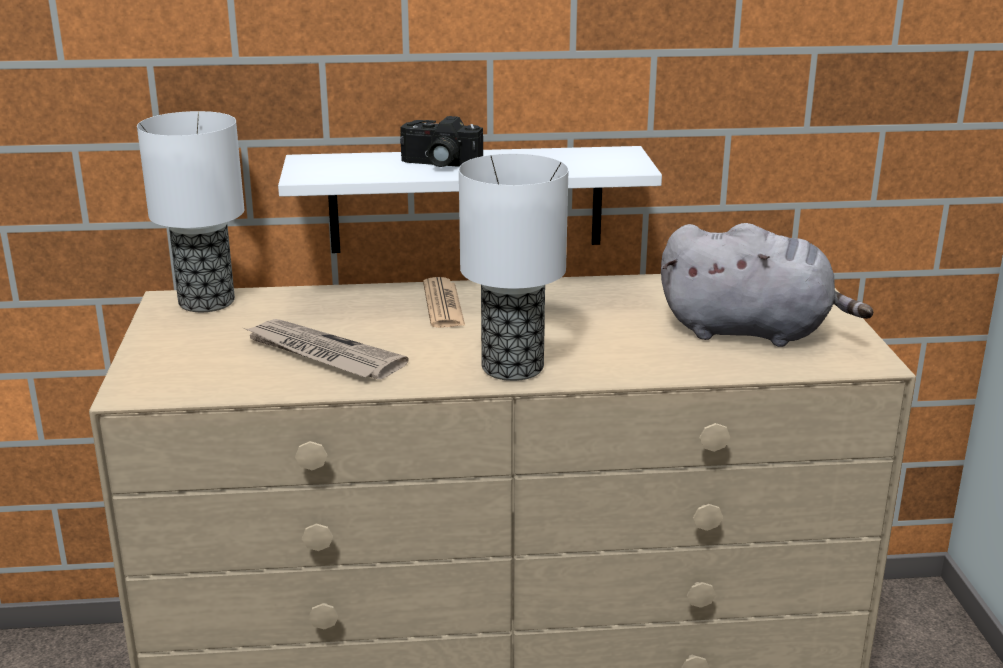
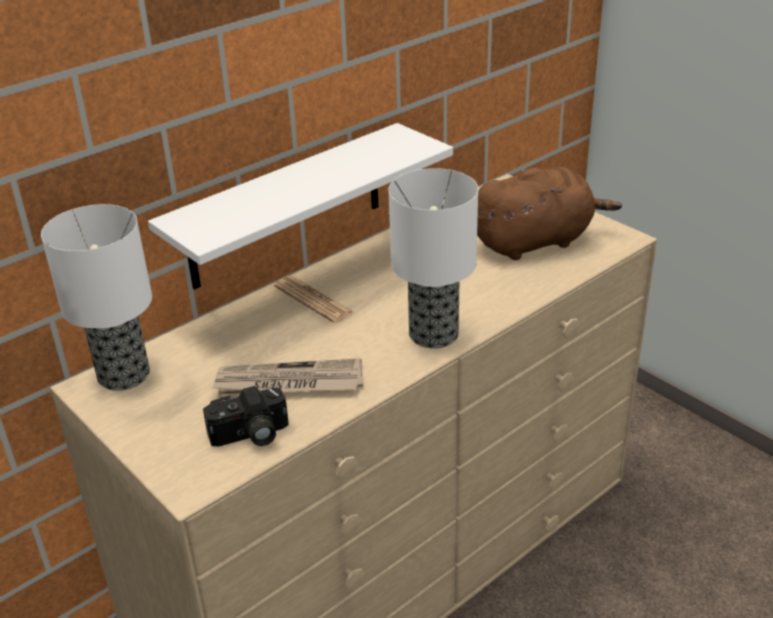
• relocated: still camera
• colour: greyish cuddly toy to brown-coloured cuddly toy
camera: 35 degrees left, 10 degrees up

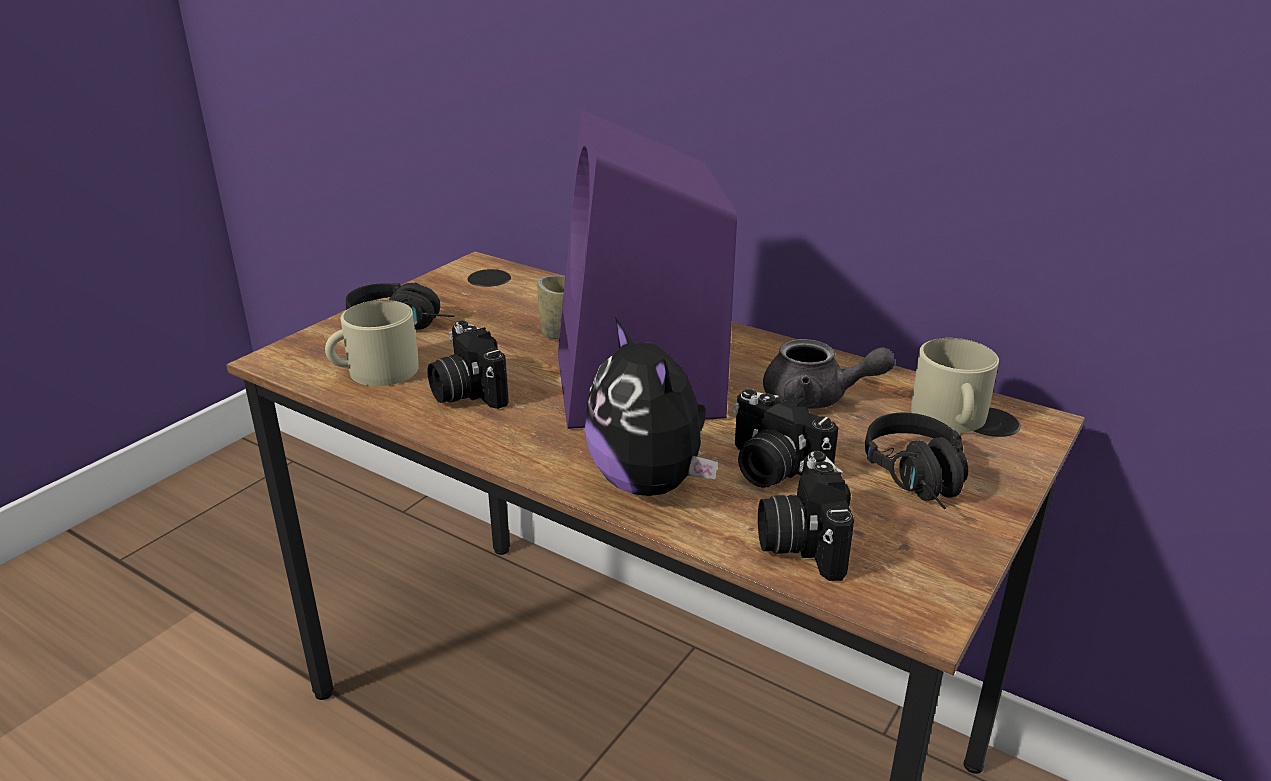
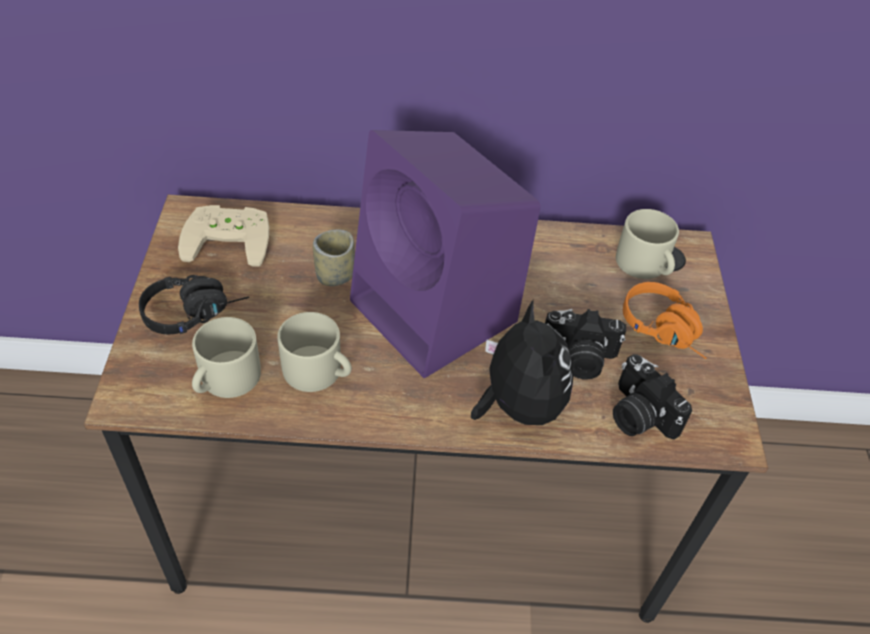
• missing: greyish teapot
• appeared: sand-coloured joypad
• exchanged: still camera (no. 1 from left) to sand-coloured tea mug (no. 2 from left)
• colour: blackish pair of headphones (no. 2 from left) to orange-coloured pair of headphones
• spun: cuddly toy 135 degrees counterclockwise
camera: 35 degrees left, 20 degrees up

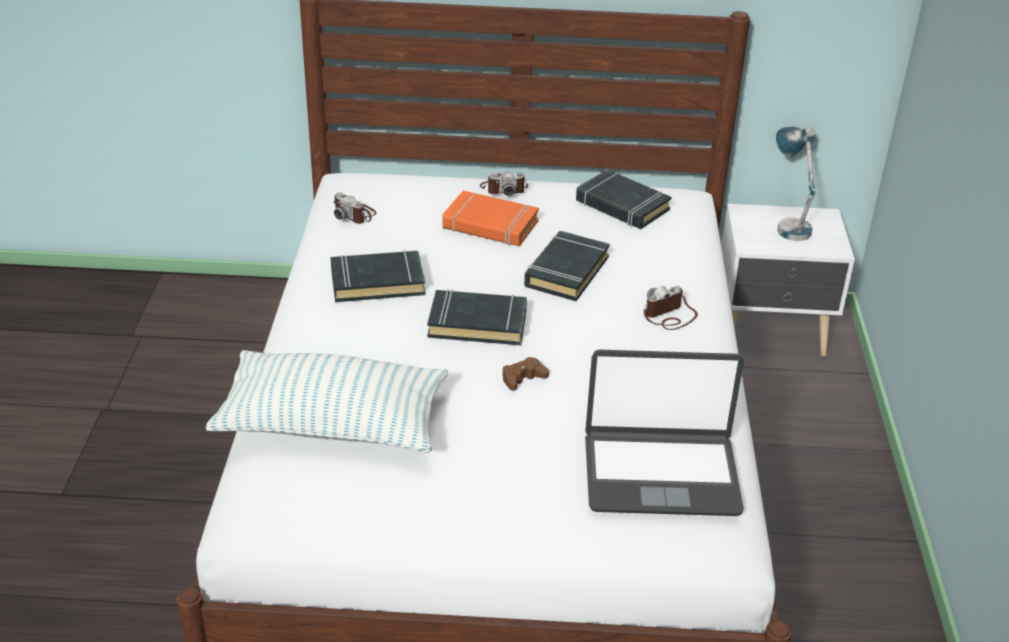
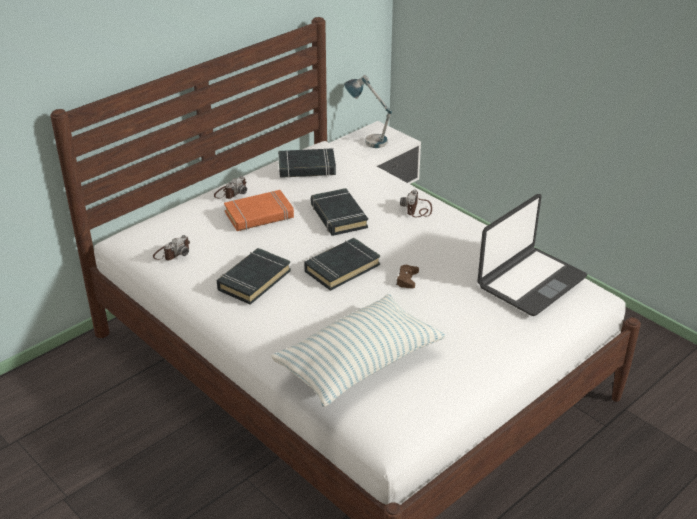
• spun: still camera (no. 1 from left) 45 degrees counterclockwise
camera: 45 degrees left, 0 degrees up

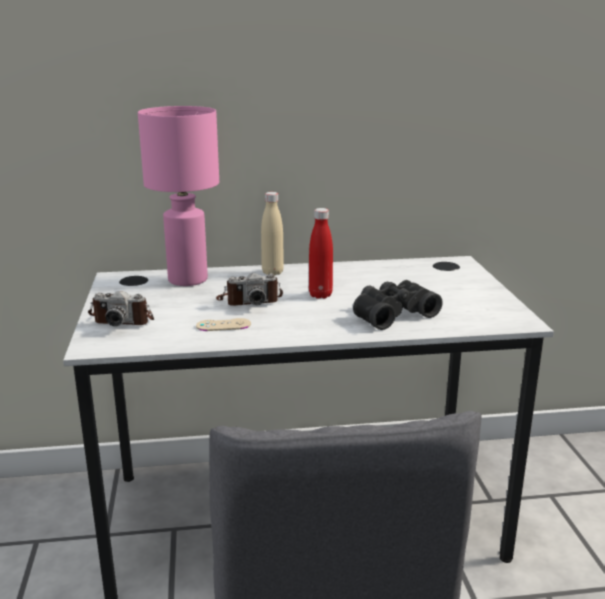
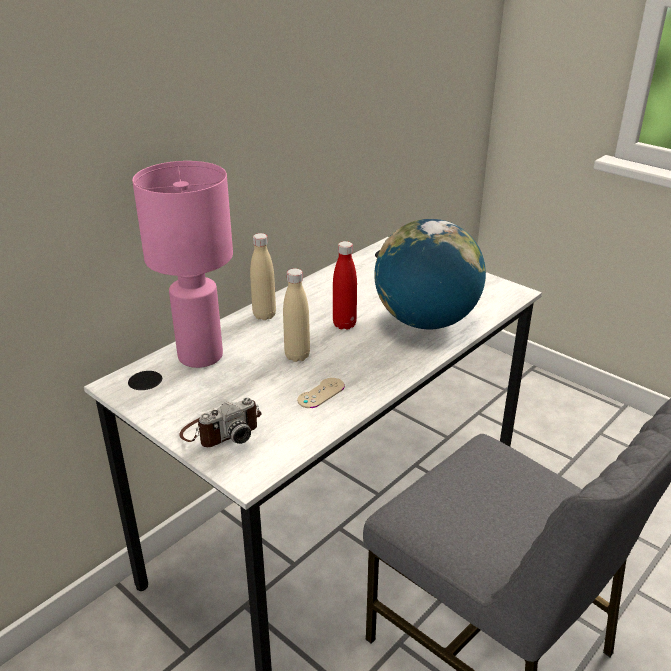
• exchanged: still camera (no. 2 from left) to sand-coloured bottle (no. 2 from left)
• exchanged: blackish binoculars to desk globe
camera: 40 degrees left, 10 degrees up

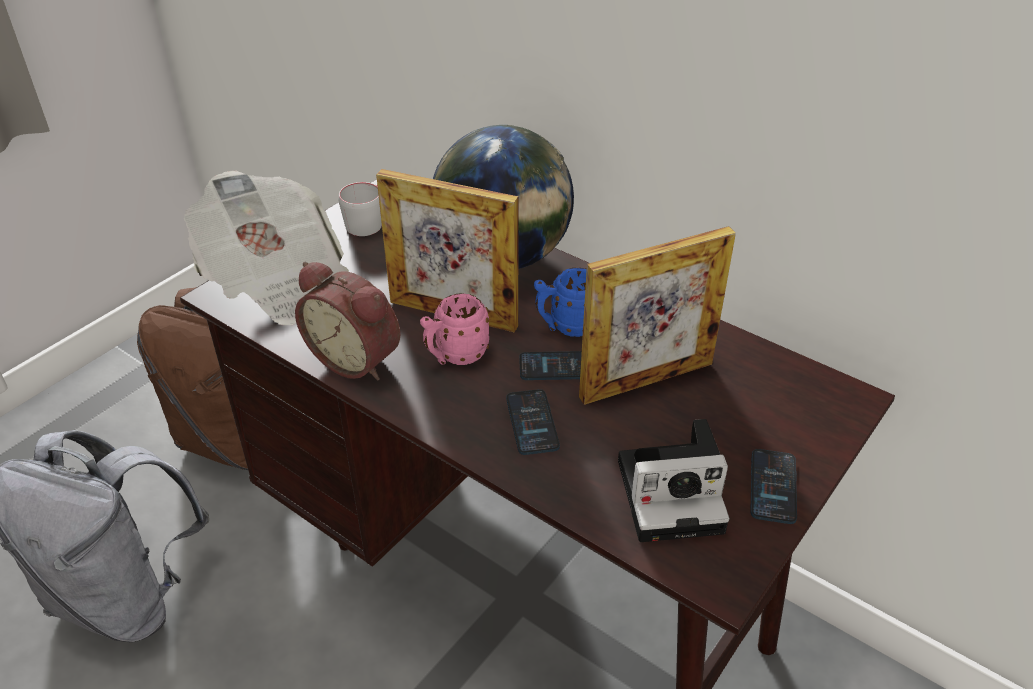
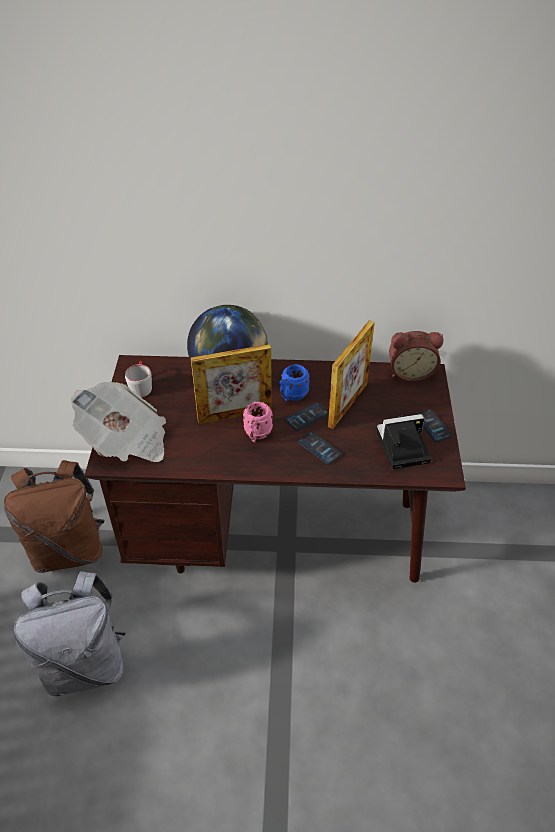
• relocated: bedside clock
• spun: still camera 150 degrees counterclockwise
camera: 35 degrees left, 5 degrees up

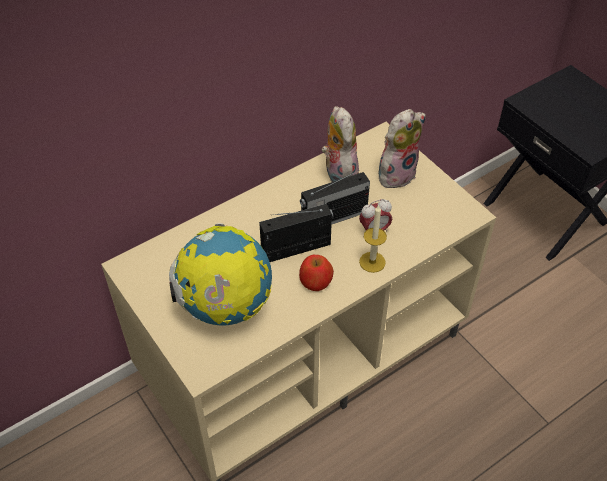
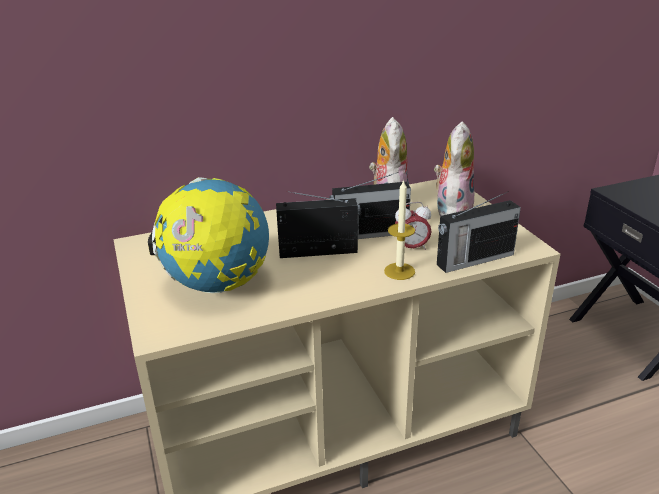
• missing: whole apple
• appeared: radio set (no. 3 from left)
• spun: cuddly toy (no. 2 from left) 45 degrees counterclockwise
camera: 15 degrees right, 20 degrees down

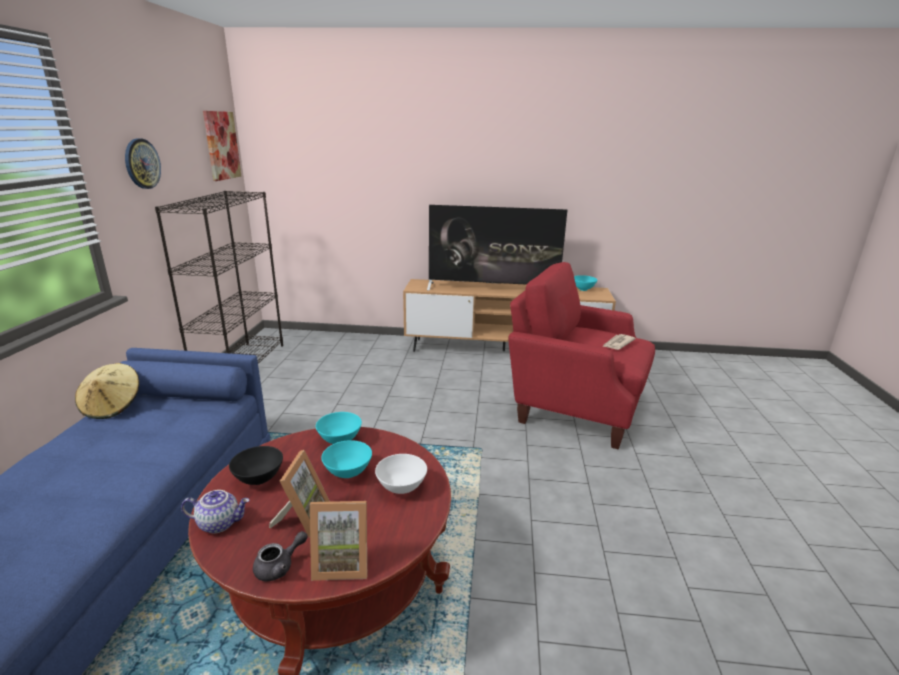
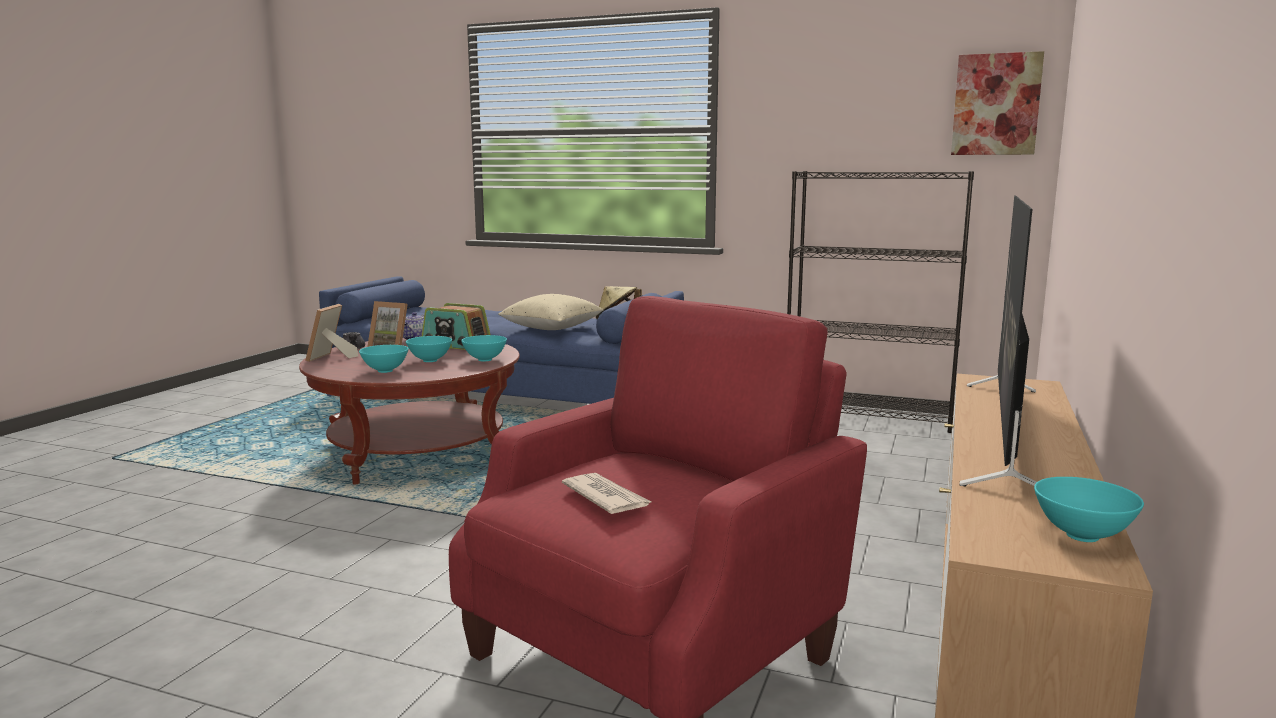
• missing: clock on the wall
• appeared: sand-coloured throw pillow
• exchanged: blackish deep dish to radio set
• colour: white-coloured deep dish to turquoise-coloured deep dish (no. 1 from left)
camera: 105 degrees right, 10 degrees down

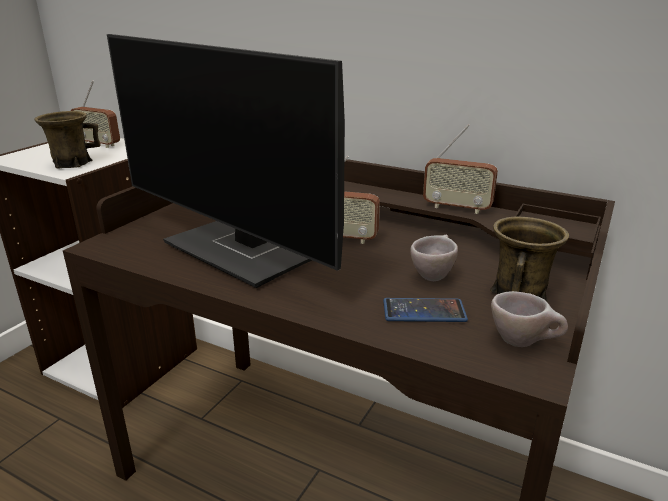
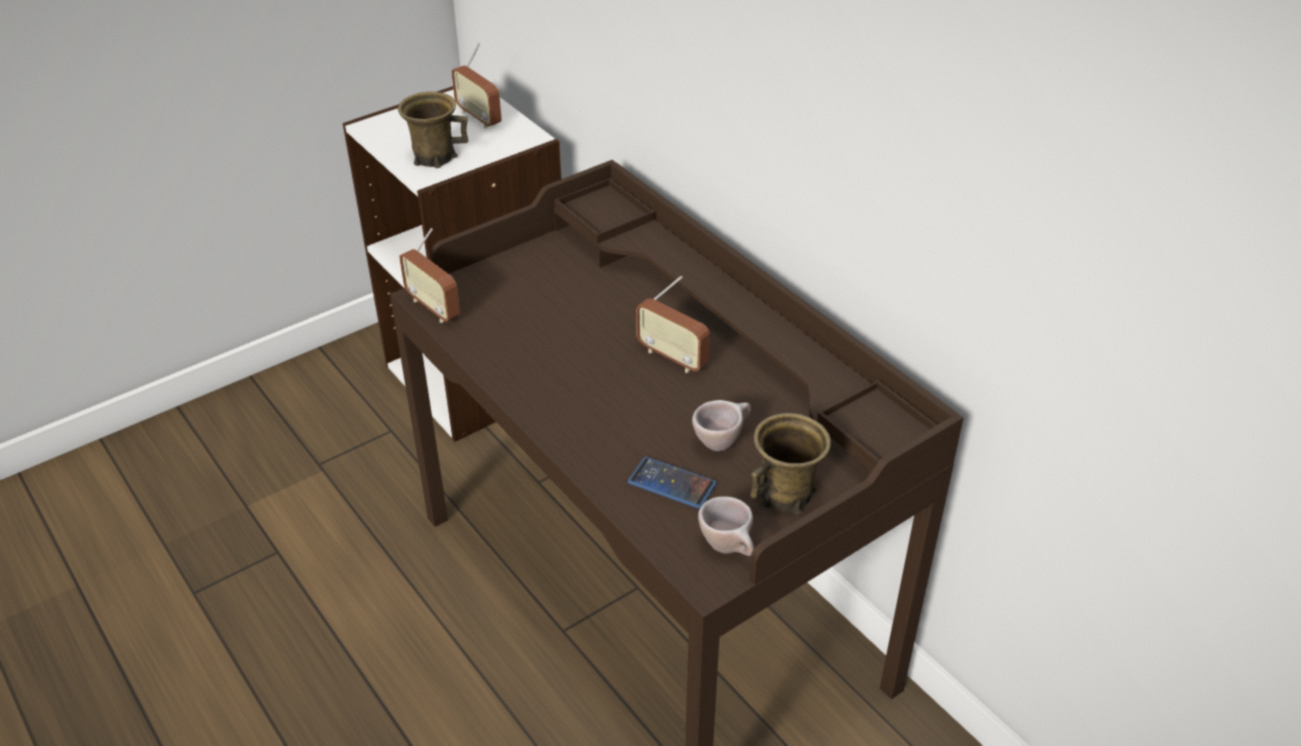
• missing: computer screen
• relocated: radio set (no. 3 from left in the first image) to radio set (no. 1 from left)
camera: 25 degrees right, 15 degrees up

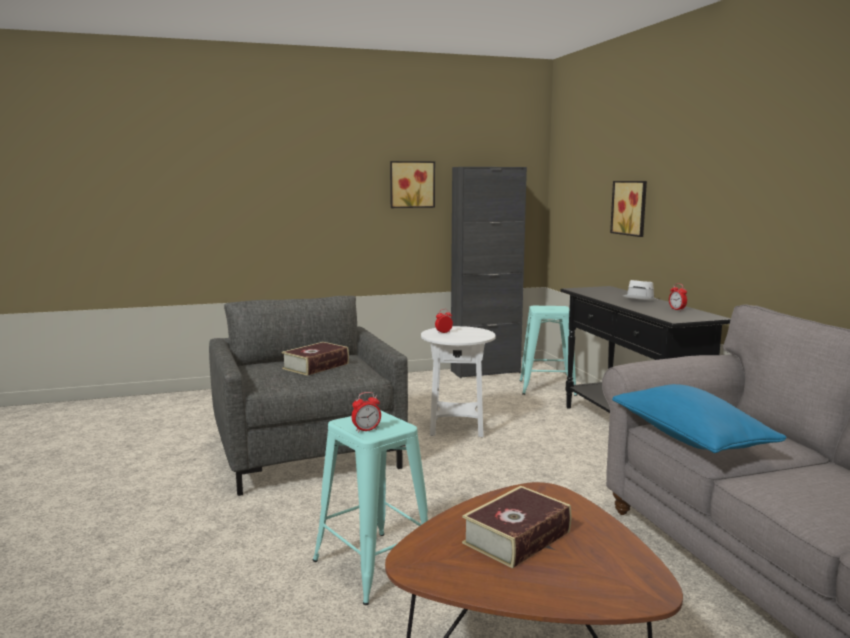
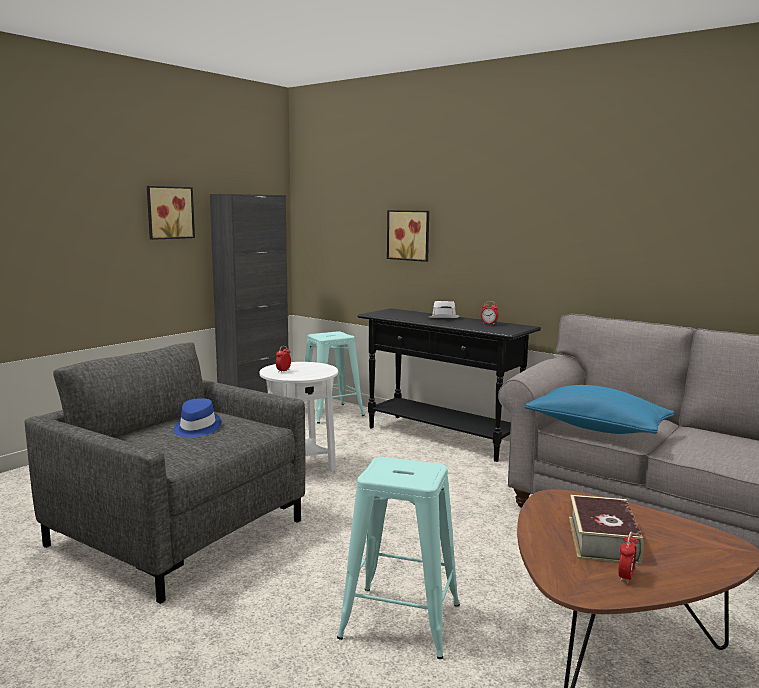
• relocated: bedside clock (no. 1 from left in the first image) to bedside clock (no. 3 from left)
• exchanged: volume (no. 1 from left) to blue-coloured wearable hat
camera: 35 degrees left, 0 degrees up

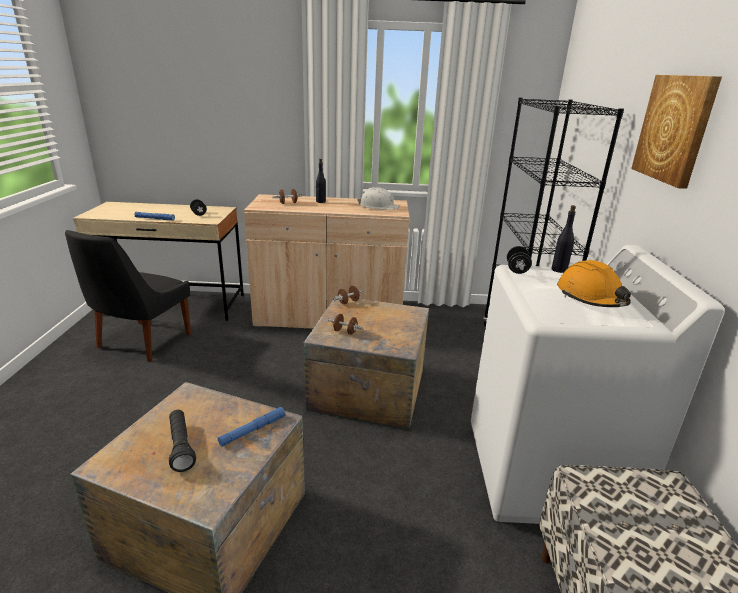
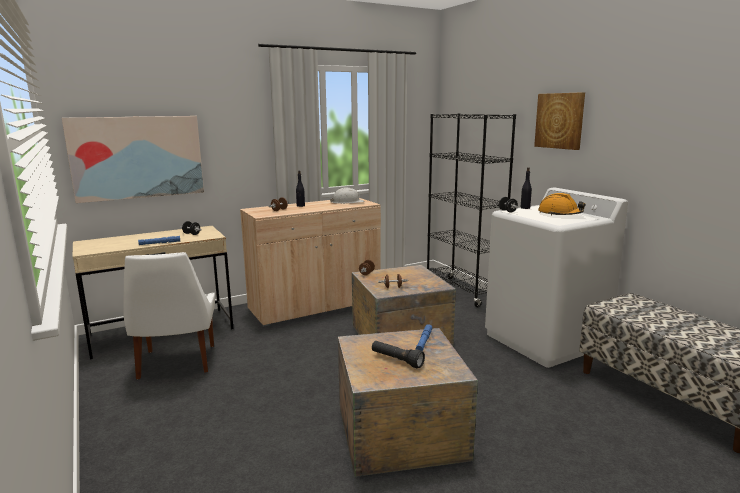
• appeared: picture (no. 1 from left)
• colour: blackish chair to white-coloured chair
camera: 30 degrees left, 10 degrees down

